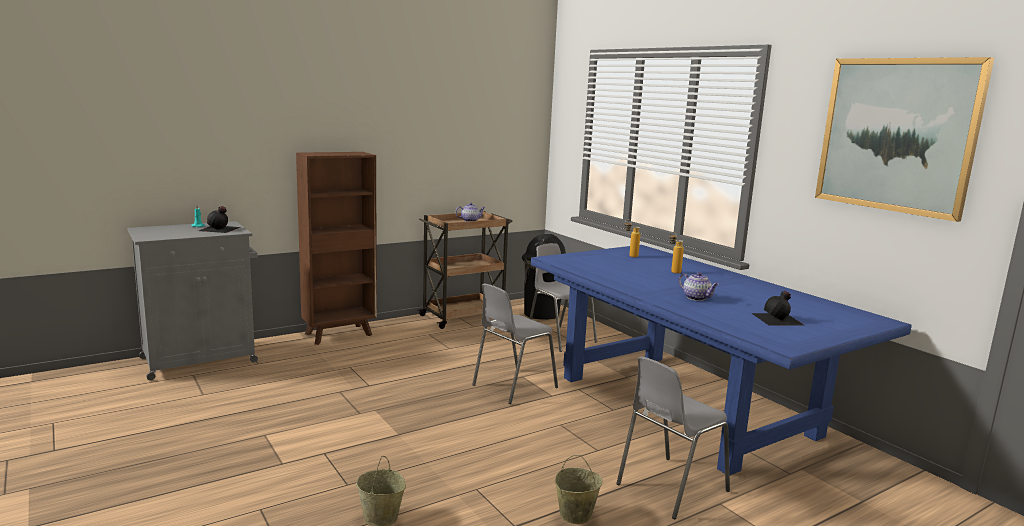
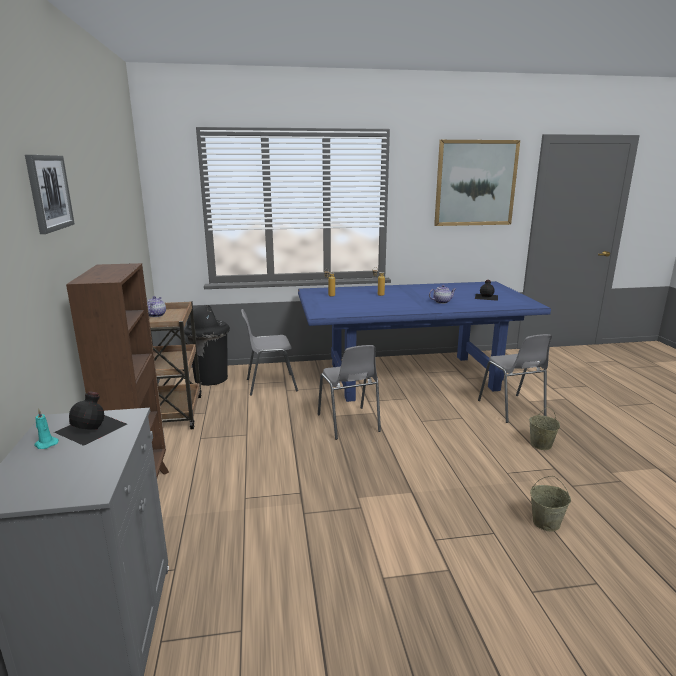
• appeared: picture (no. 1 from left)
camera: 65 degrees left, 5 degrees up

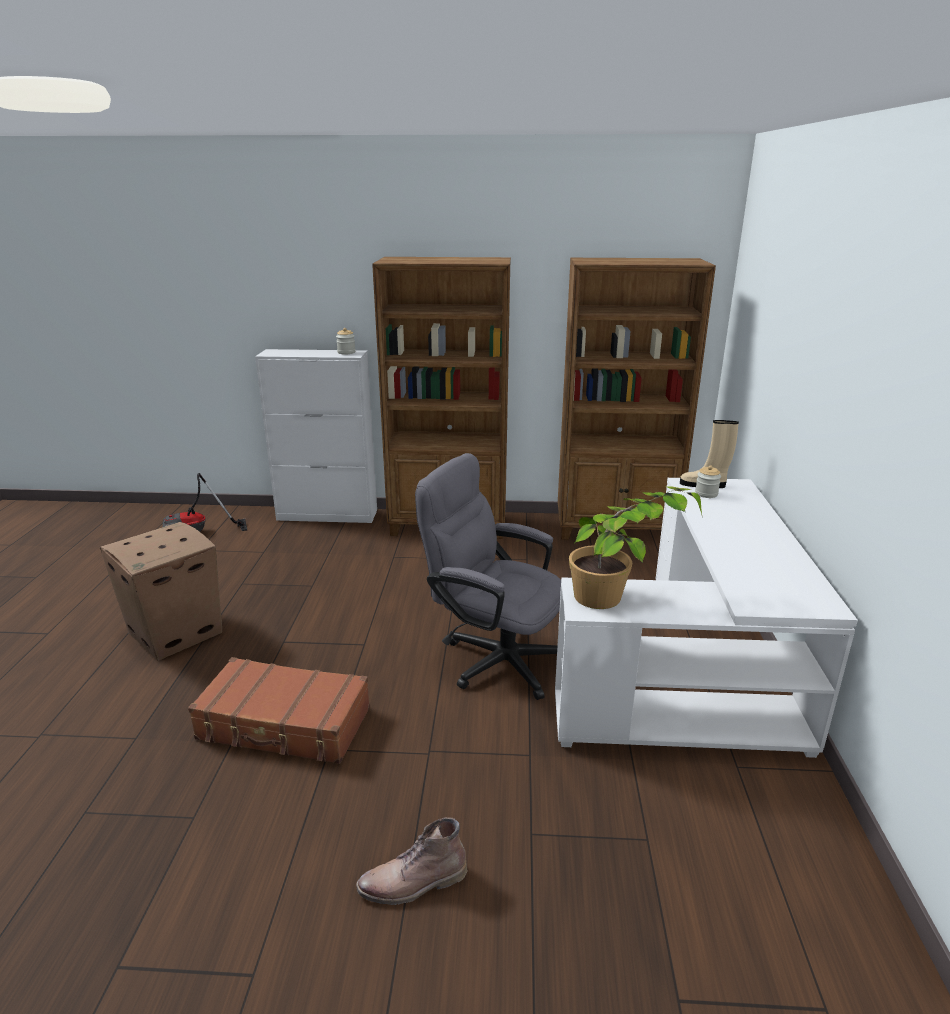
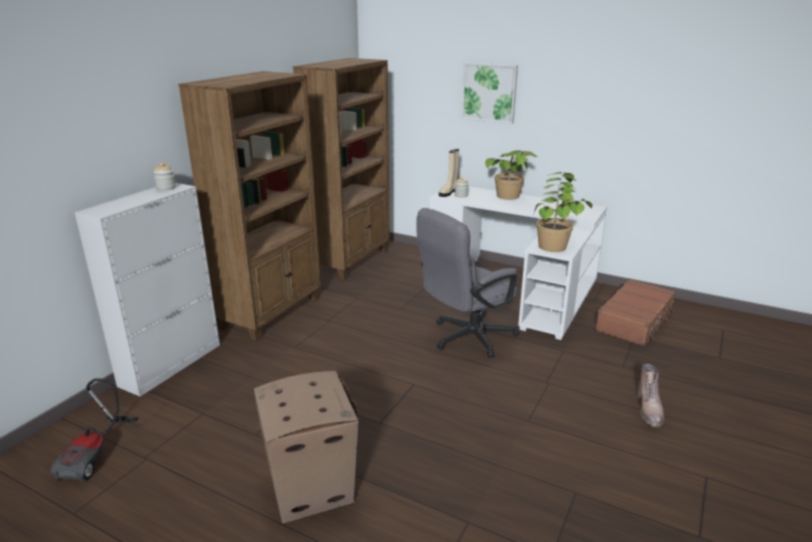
• appeared: picture
• appeared: plant in a pot (no. 1 from left)
• relocated: brown-coloured suitcase
camera: 65 degrees left, 0 degrees up

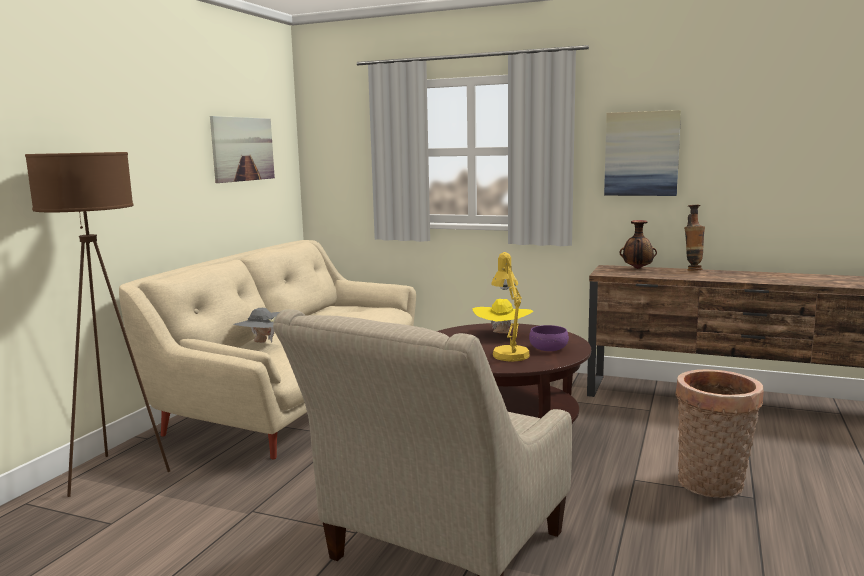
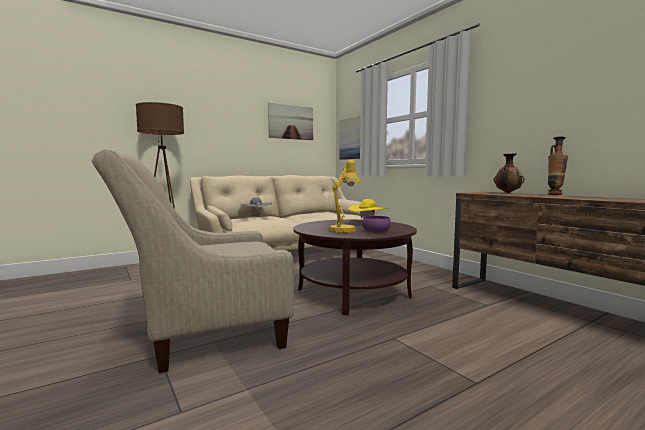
• missing: storage basket
• relocated: picture (no. 2 from left)
camera: 35 degrees right, 5 degrees down

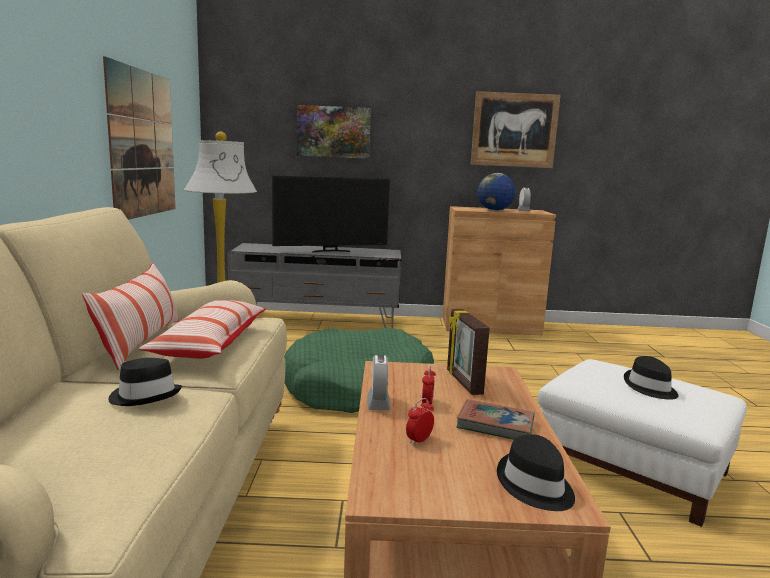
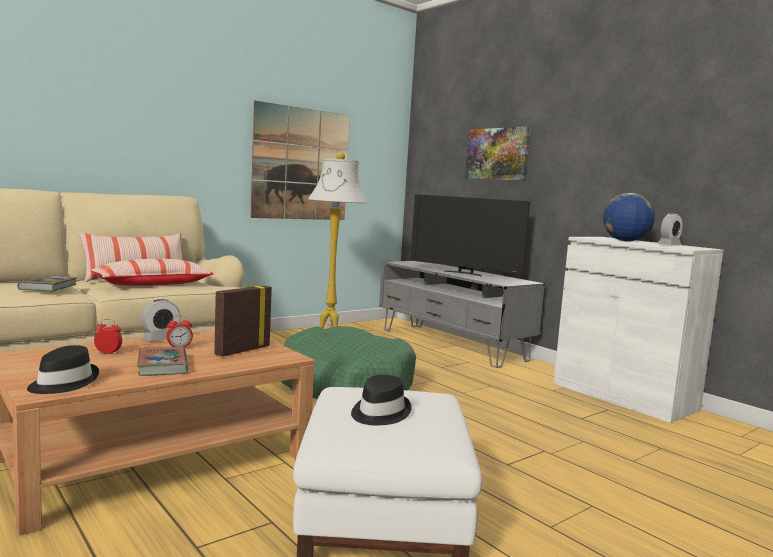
• missing: picture (no. 3 from left)
• exchanged: blackish wearable hat (no. 1 from left) to volume (no. 1 from left)
• colour: brown-coloured cabinet to white-coloured cabinet
camera: 50 degrees right, 5 degrees down

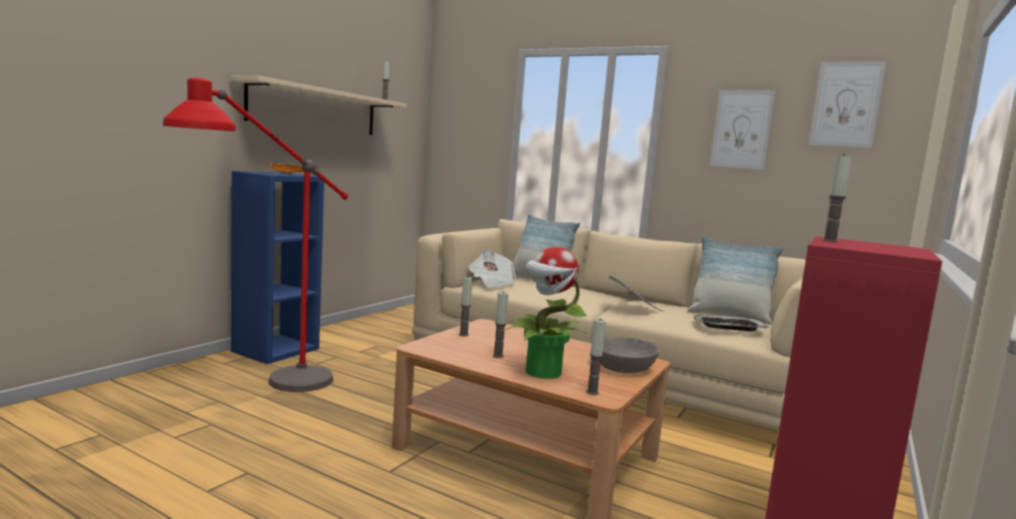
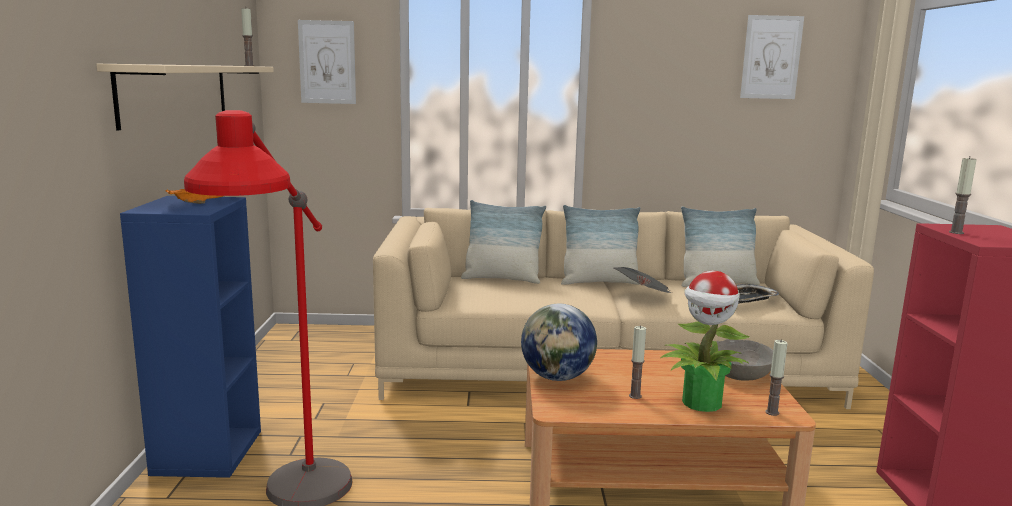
• missing: newspaper (no. 1 from left)
• appeared: throw pillow (no. 2 from left)
• relocated: picture (no. 1 from left)
• exchanged: wax candle (no. 2 from left) to desk globe
camera: 30 degrees left, 5 degrees up

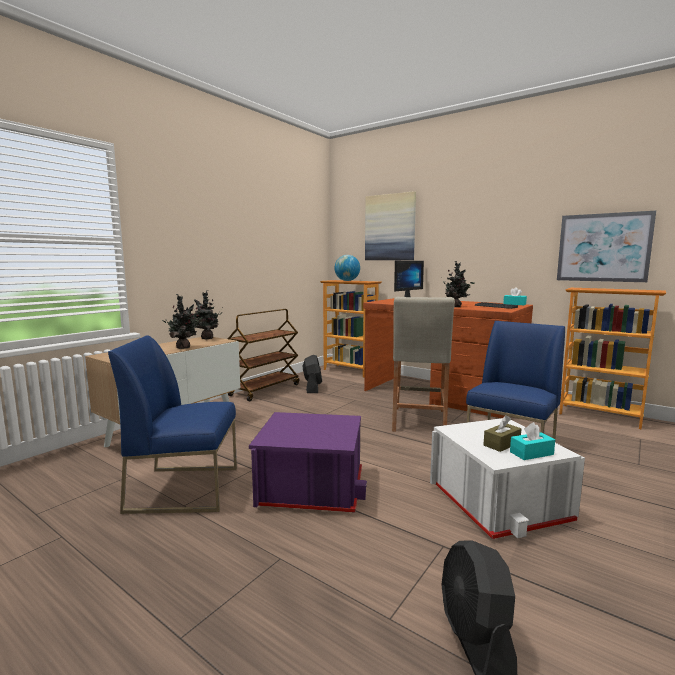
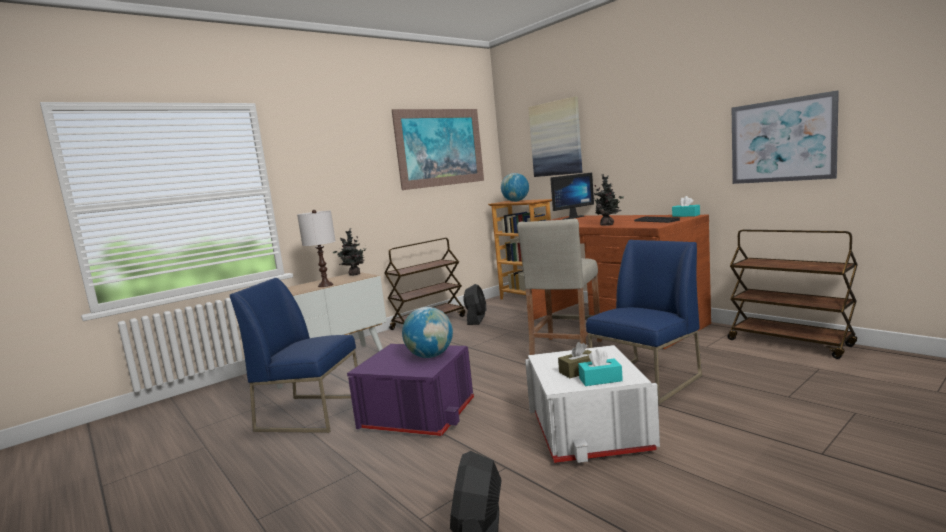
• appeared: picture (no. 1 from left)
• appeared: desk globe (no. 1 from left)
• exchanged: plant in a pot (no. 1 from left) to white-coloured lamp for a table
• exchanged: bookcase (no. 2 from left) to brown-coloured trolley (no. 2 from left)
camera: 15 degrees right, 0 degrees up

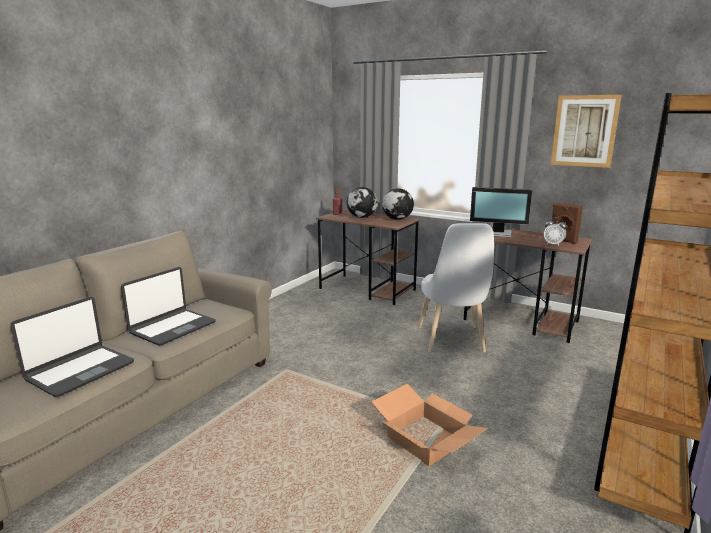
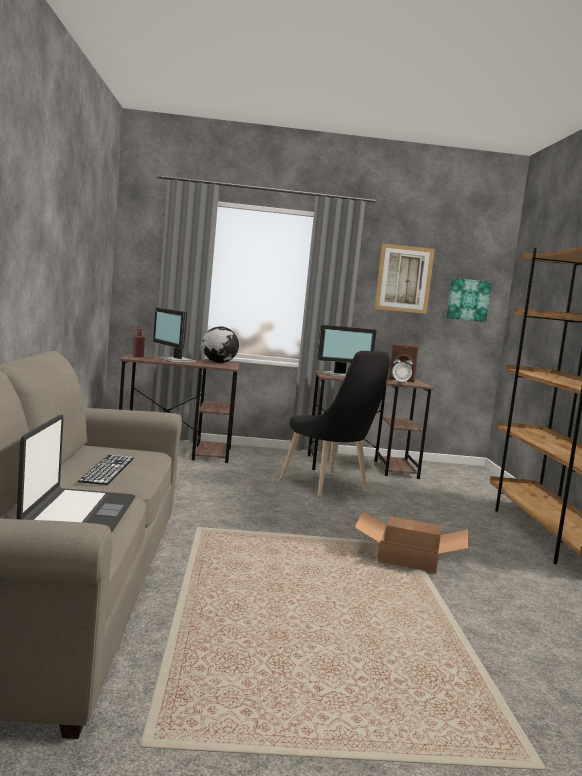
• appeared: picture (no. 2 from left)
• exchanged: notebook computer (no. 2 from left) to keyboard
• exchanged: desk globe (no. 1 from left) to computer screen (no. 1 from left)
• colour: white-coloured chair to blackish chair
camera: 35 degrees left, 10 degrees down

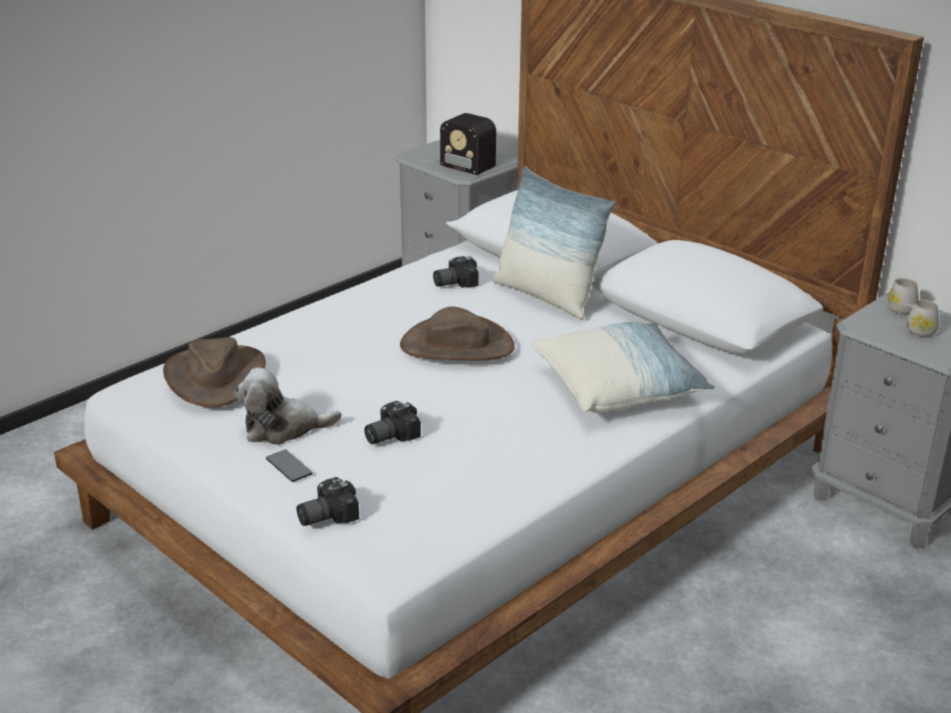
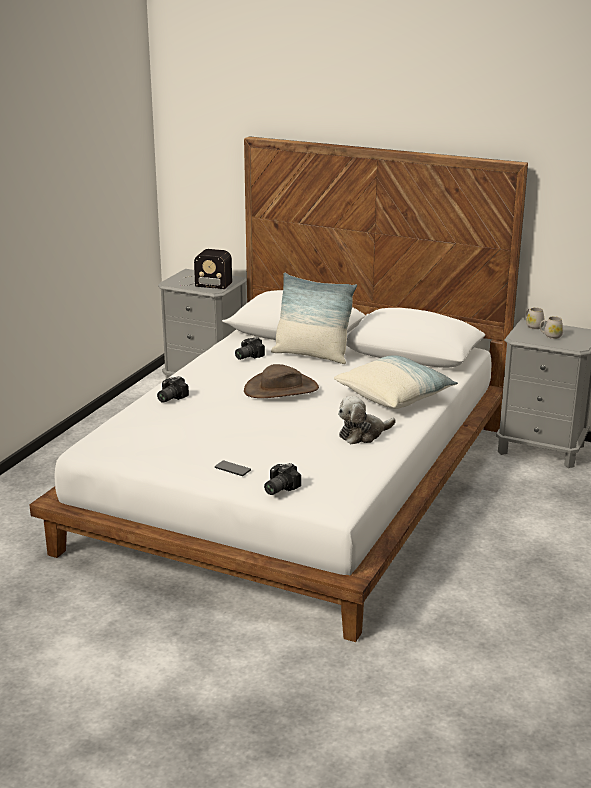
• missing: brown-coloured wearable hat (no. 1 from left)
• relocated: cuddly toy
• relocated: still camera (no. 2 from left in the first image) to still camera (no. 1 from left)
camera: 20 degrees left, 5 degrees down

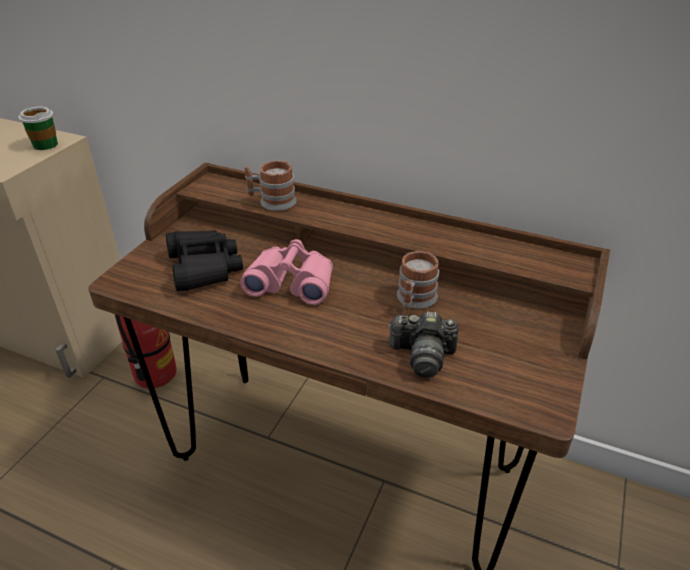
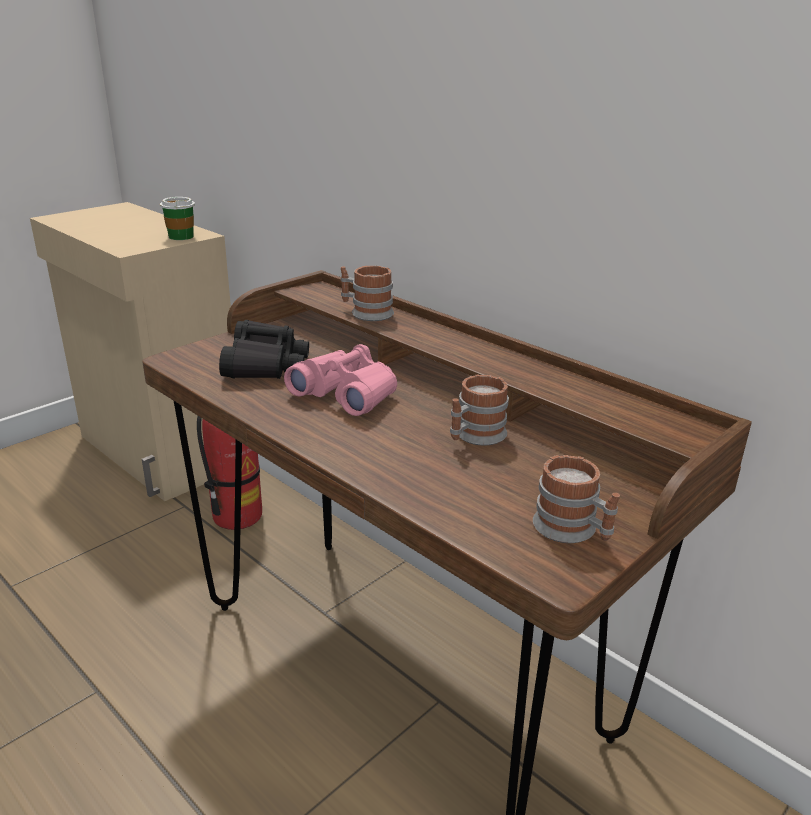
• missing: still camera
• appeared: tea mug (no. 3 from left)
camera: 20 degrees right, 10 degrees down

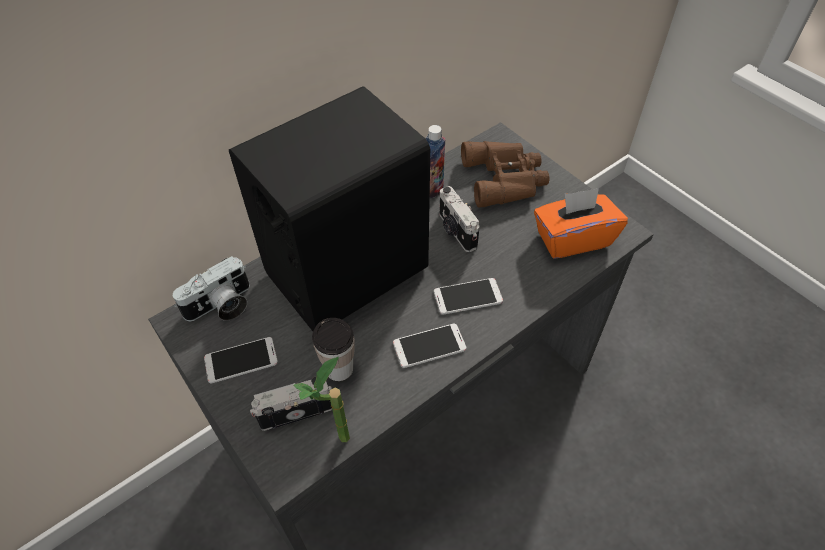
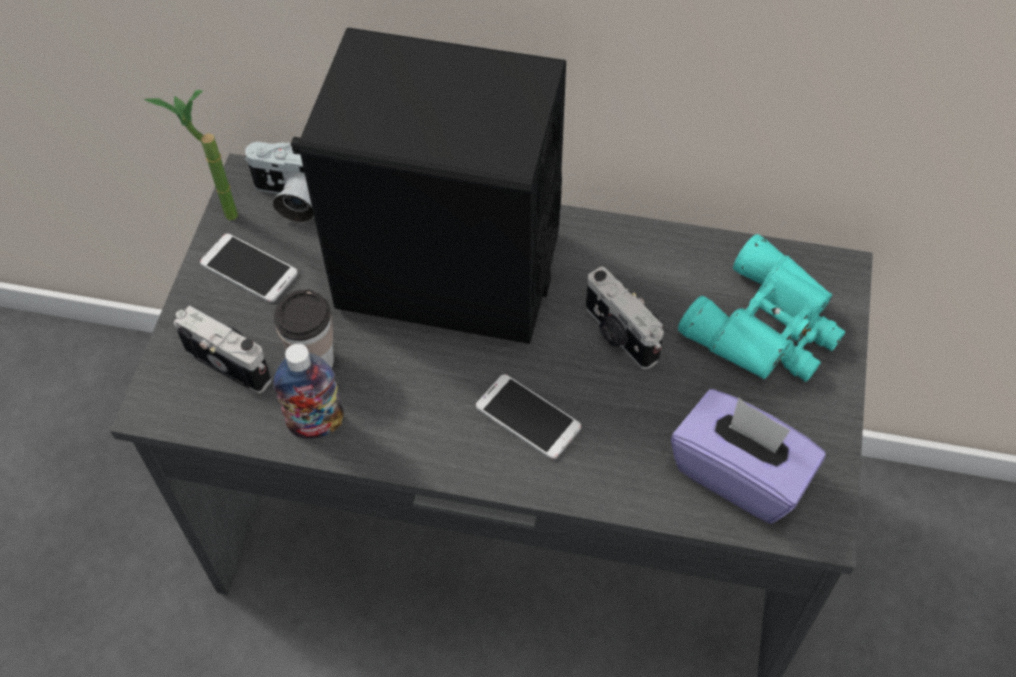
• missing: telephone (no. 2 from left)
• relocated: plant in a pot
• relocated: bottle
• colour: brown-coloured binoculars to turquoise-coloured binoculars
• colour: orange-coloured tissue holder to purplish tissue holder
• spun: still camera (no. 3 from left) 60 degrees counterclockwise
camera: 50 degrees right, 5 degrees up

